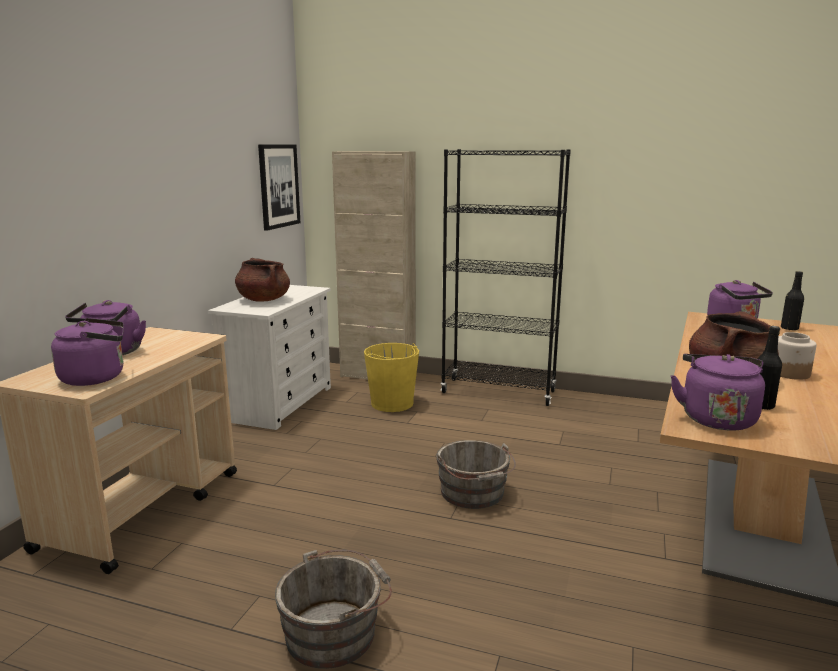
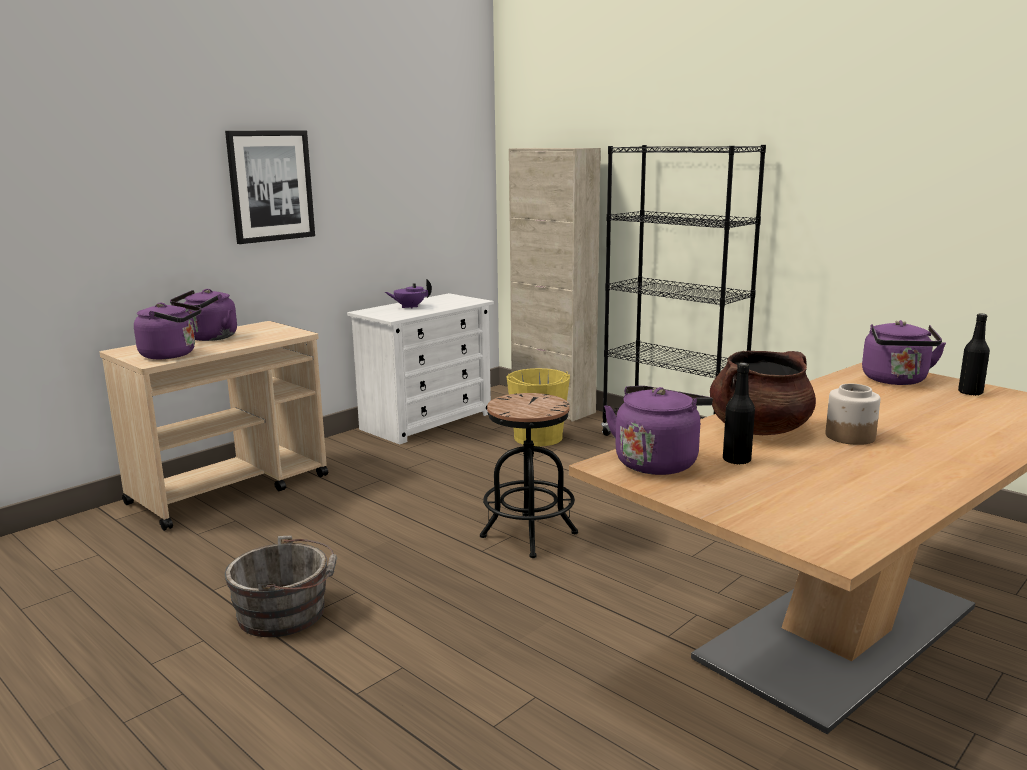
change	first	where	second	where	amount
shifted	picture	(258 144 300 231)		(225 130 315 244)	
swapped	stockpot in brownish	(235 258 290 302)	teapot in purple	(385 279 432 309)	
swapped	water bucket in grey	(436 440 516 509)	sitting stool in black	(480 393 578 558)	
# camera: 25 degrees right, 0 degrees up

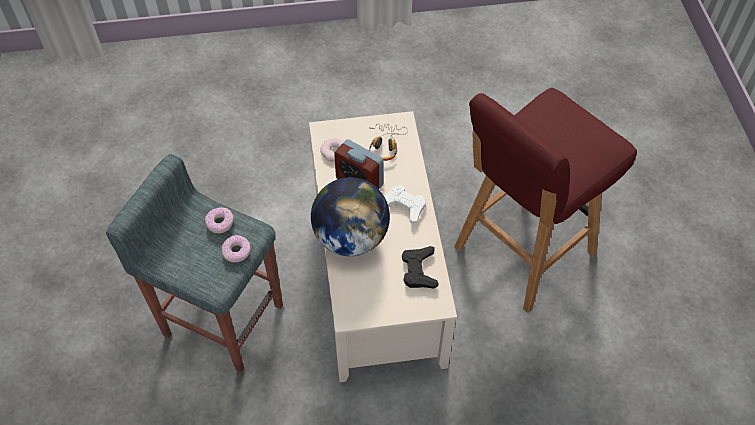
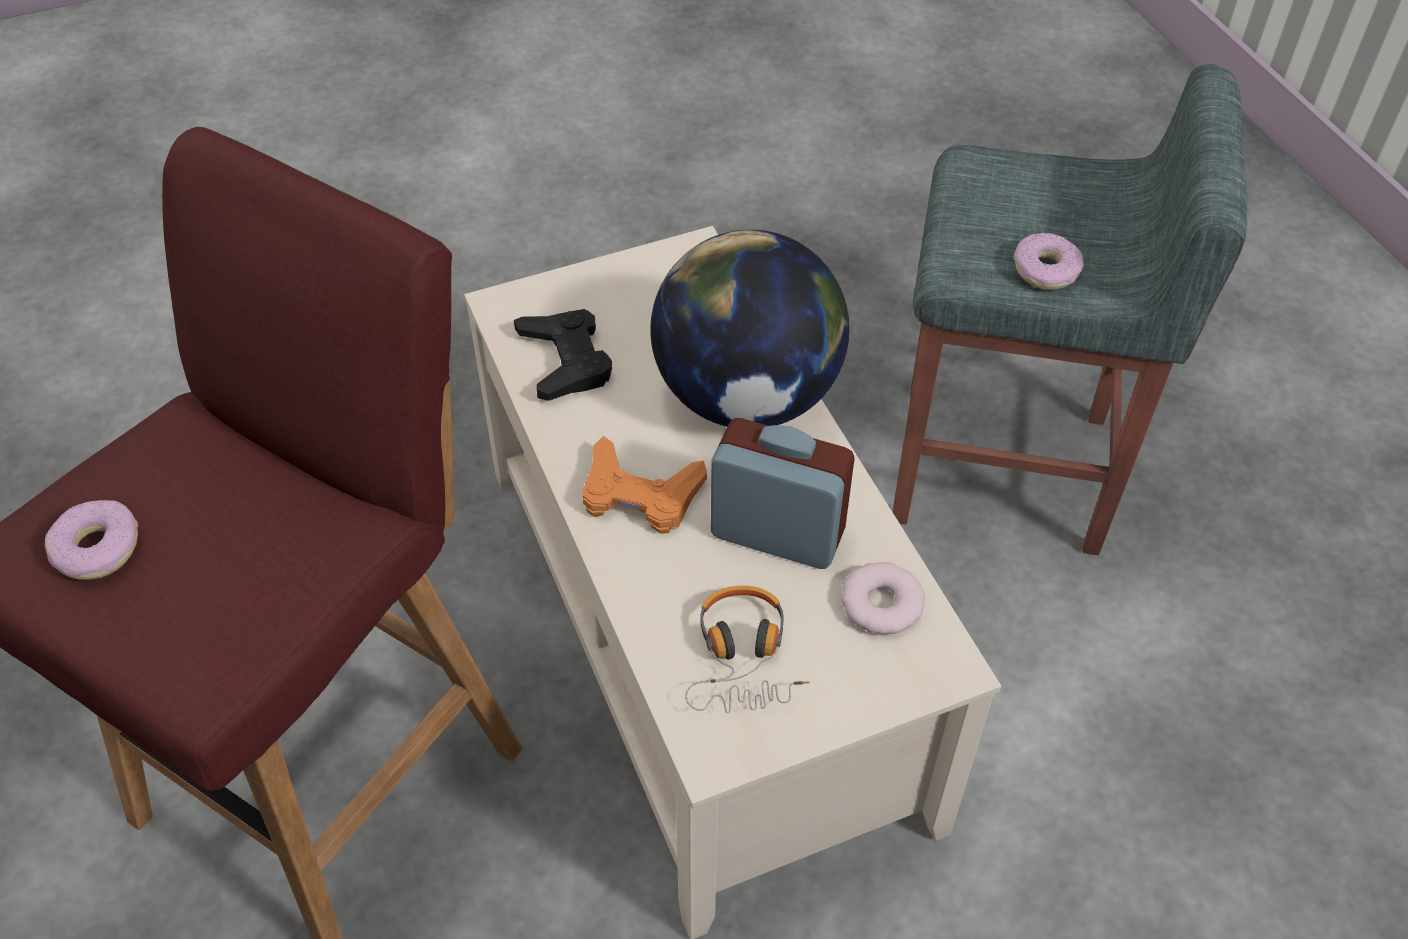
change	first	where	second	where	amount
shifted	donut	(222 235 251 263)		(45 500 138 580)	
repainted	joypad in white	(384 185 426 224)	joypad in orange	(582 436 707 534)	
# camera: 165 degrees right, 5 degrees down

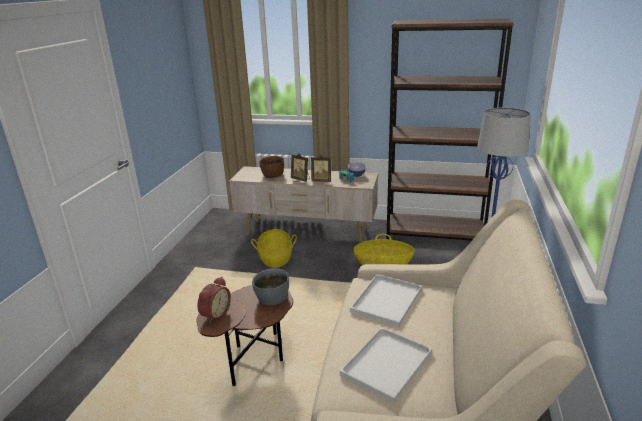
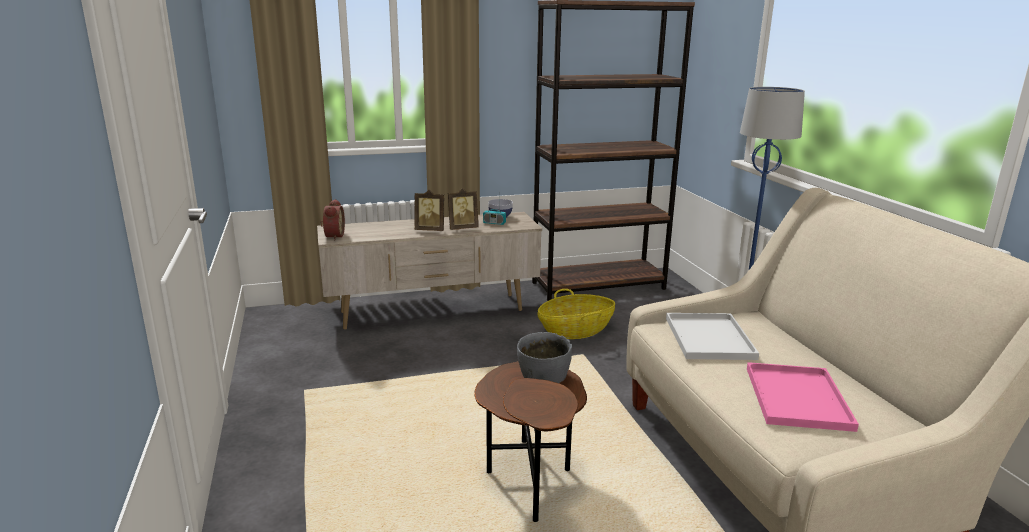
change	first	where	second	where	amount
gone	storage basket	(251 229 297 268)			
gone	bowl in brownish	(259 156 284 178)			
shifted	alarm clock	(197 277 231 323)		(320 199 345 240)	
repainted	tray in white	(339 327 432 403)	tray in pink-coloured	(747 362 859 432)	
# camera: 30 degrees left, 5 degrees down

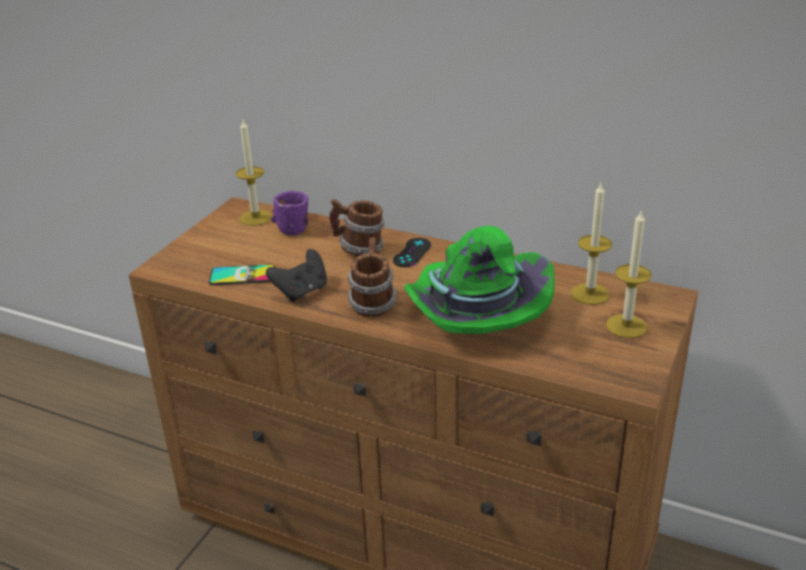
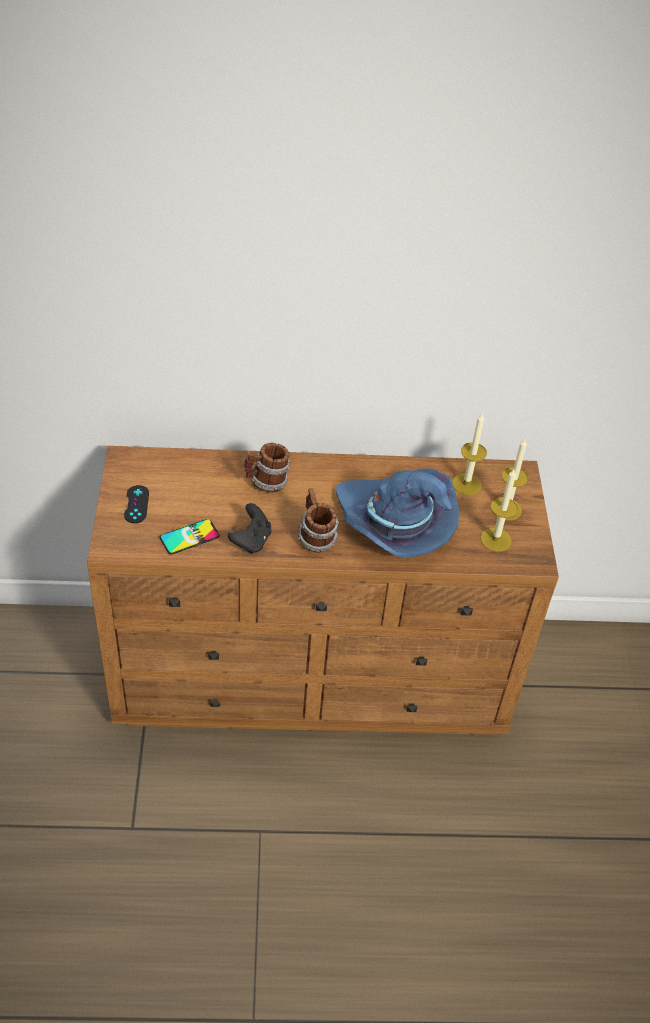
change	first	where	second	where	amount
gone	tea mug in purple	(271 191 309 235)			
shifted	wax light	(236 120 272 226)		(480 469 518 552)	
shifted	joypad in black	(393 238 431 267)		(124 485 149 523)	
repainted	wearable hat in greenish	(404 226 555 334)	wearable hat in bluish	(336 468 459 558)	
# camera: 30 degrees left, 15 degrees up

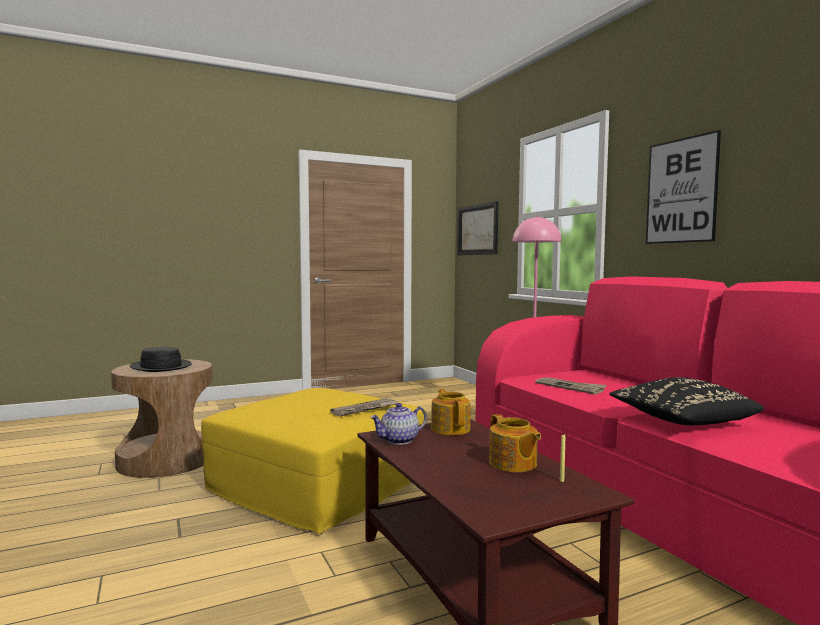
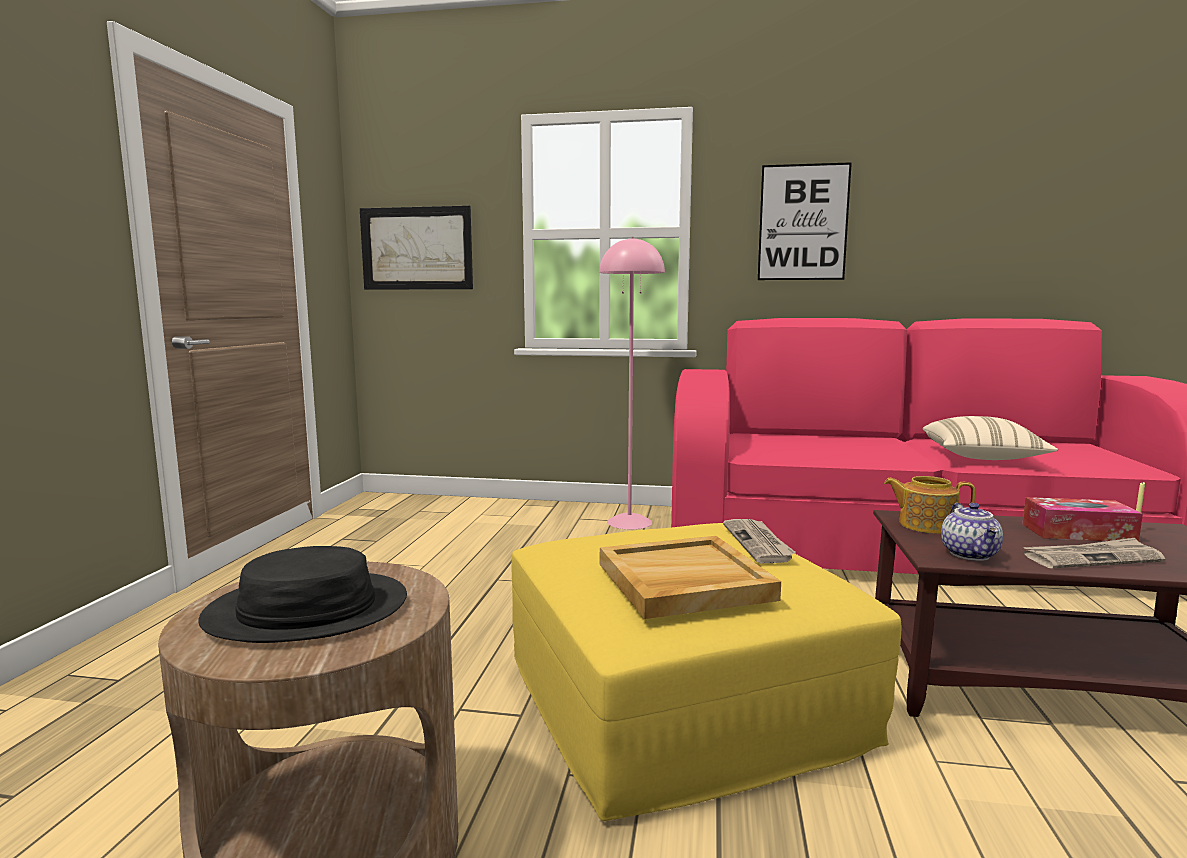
change	first	where	second	where	amount
new			tray in beige-coloured	(600 536 781 619)	
shifted	newspaper	(535 377 607 394)		(1023 538 1165 568)	
swapped	teapot	(489 414 541 472)	box of tissues	(1022 497 1143 542)	
repainted	cushion in black	(609 377 764 425)	cushion in beige-coloured	(923 416 1058 460)	
# camera: 55 degrees left, 5 degrees up

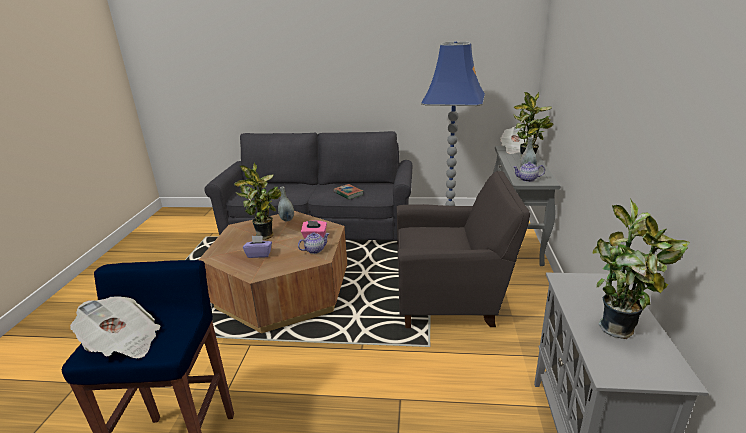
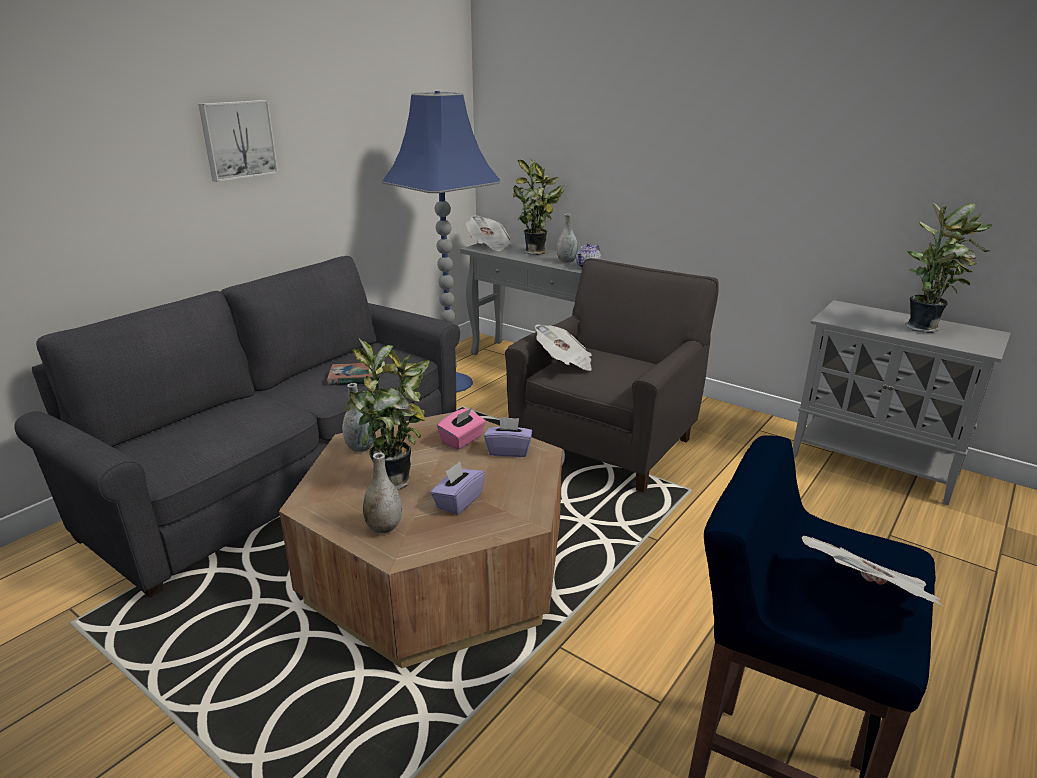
change	first	where	second	where	amount
new			picture	(198 100 278 182)	
new			flower vase in grey	(363 452 402 534)	
new			newspaper	(535 324 592 371)	
swapped	teapot	(298 232 330 254)	box of tissues in purple	(484 417 532 457)	
# camera: 60 degrees left, 0 degrees up

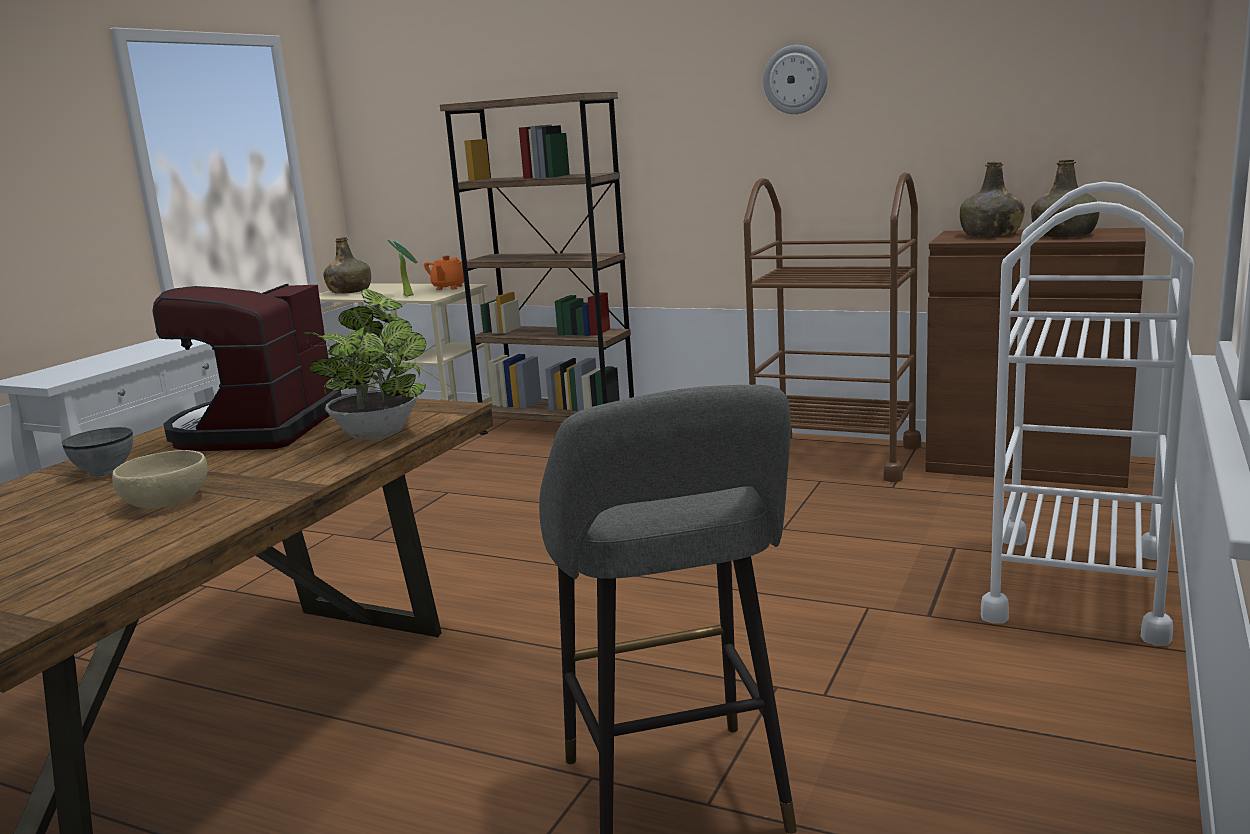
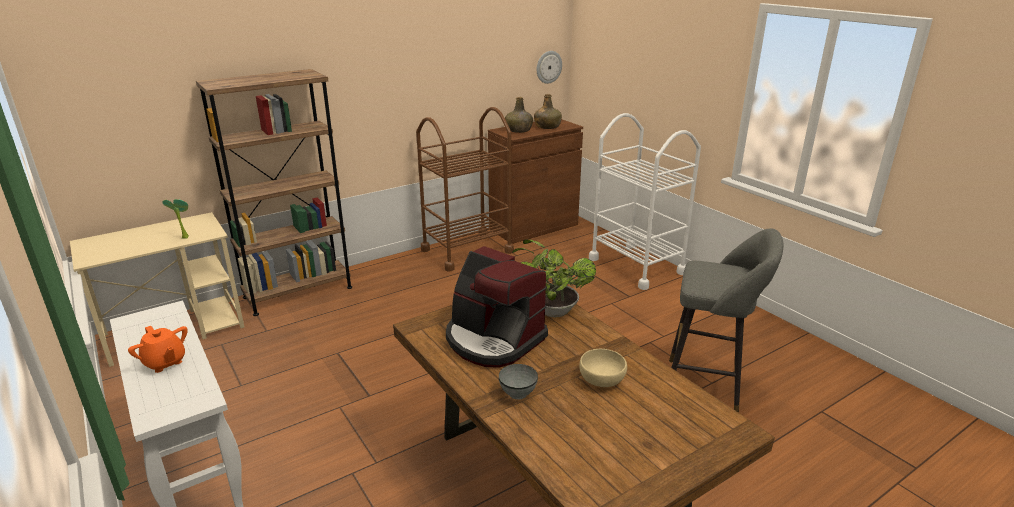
change	first	where	second	where	amount
gone	drink bottle in greenish	(323 237 371 294)			
shifted	teapot in orange	(424 255 464 290)		(128 326 188 373)	
shifted	clock on the wall	(763 45 828 114)		(537 51 562 84)	
# camera: 60 degrees left, 10 degrees up

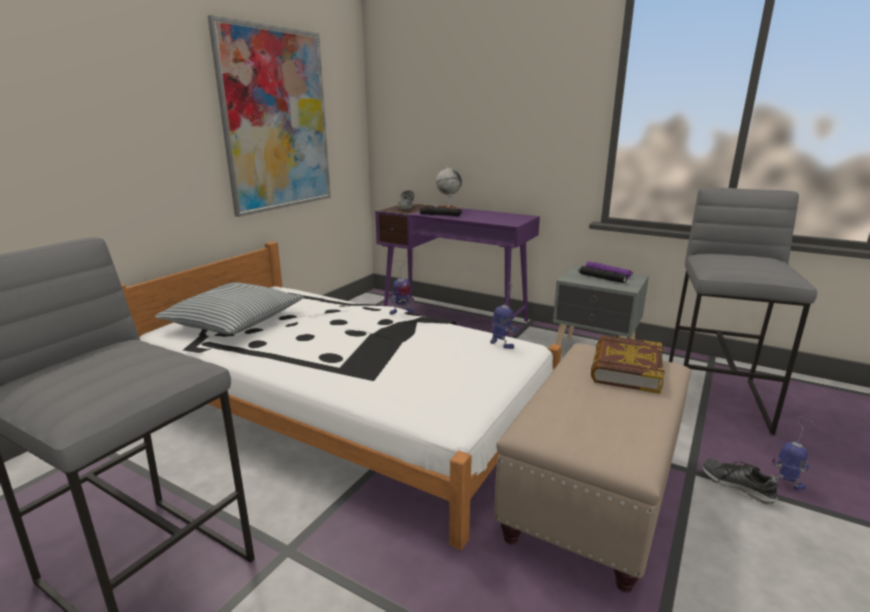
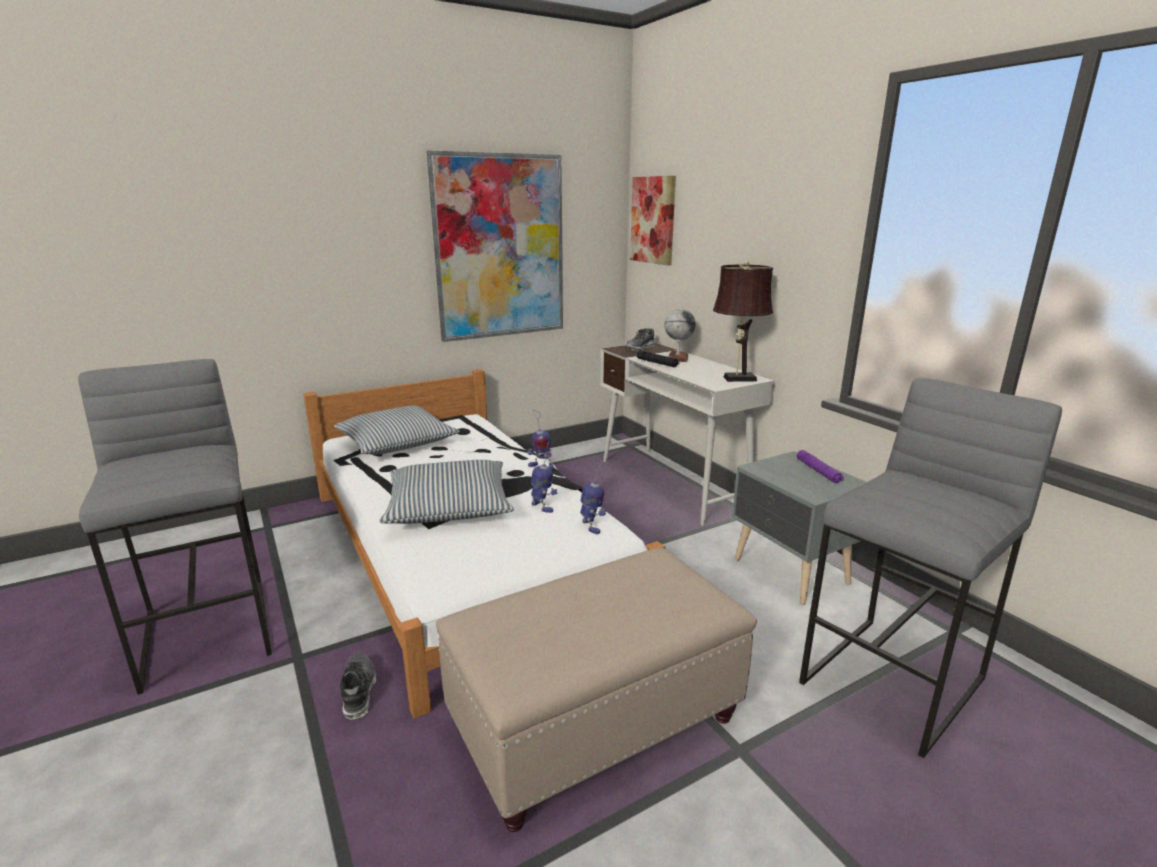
change	first	where	second	where	amount
gone	torch in black	(578 266 627 283)			
gone	book	(591 335 664 394)			
new			cushion	(379 460 514 524)	
new			picture	(630 176 676 266)	
new			tabletop lamp in brownish	(713 261 773 382)	
shifted	low shoe	(702 458 778 505)		(340 652 376 719)	
shifted	toy robot	(772 417 814 490)		(531 441 557 513)	
repainted	desk in purple	(375 203 540 337)	desk in white	(600 343 774 526)	
# camera: 30 degrees right, 0 degrees up

